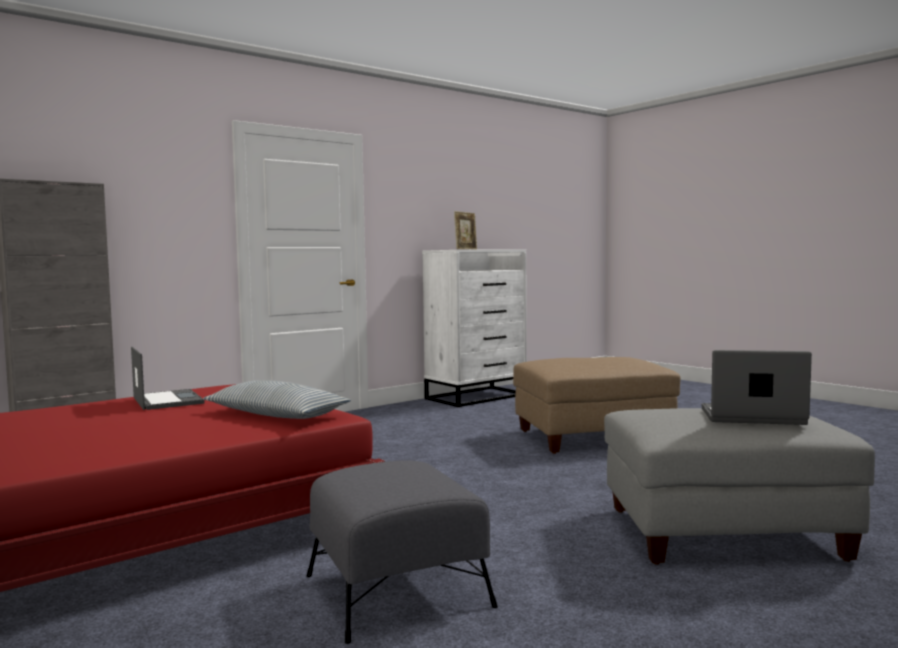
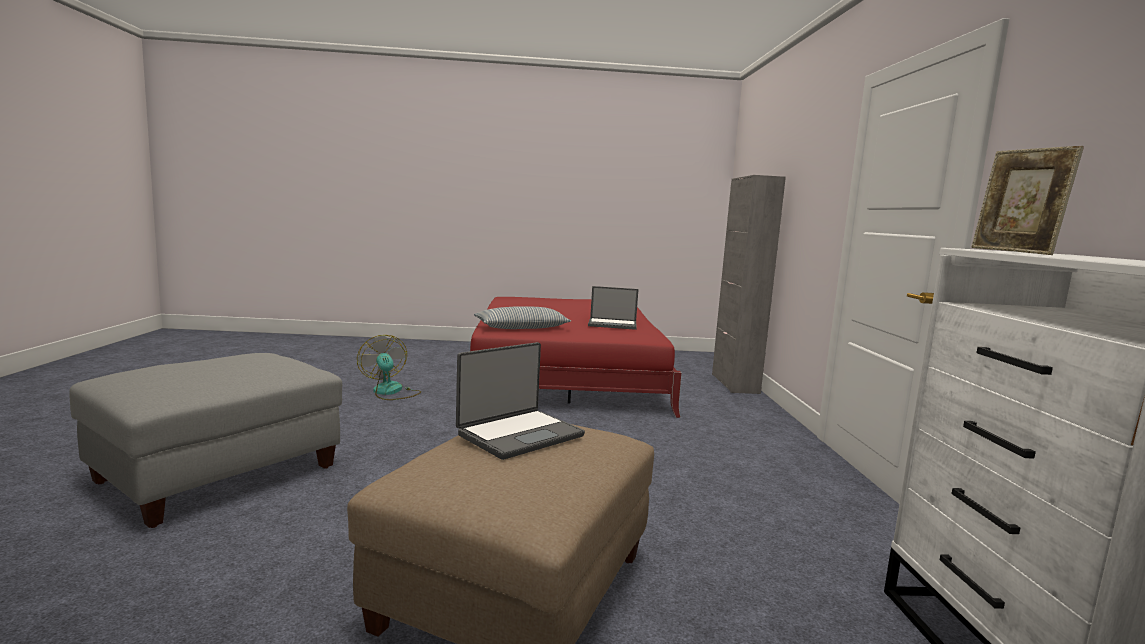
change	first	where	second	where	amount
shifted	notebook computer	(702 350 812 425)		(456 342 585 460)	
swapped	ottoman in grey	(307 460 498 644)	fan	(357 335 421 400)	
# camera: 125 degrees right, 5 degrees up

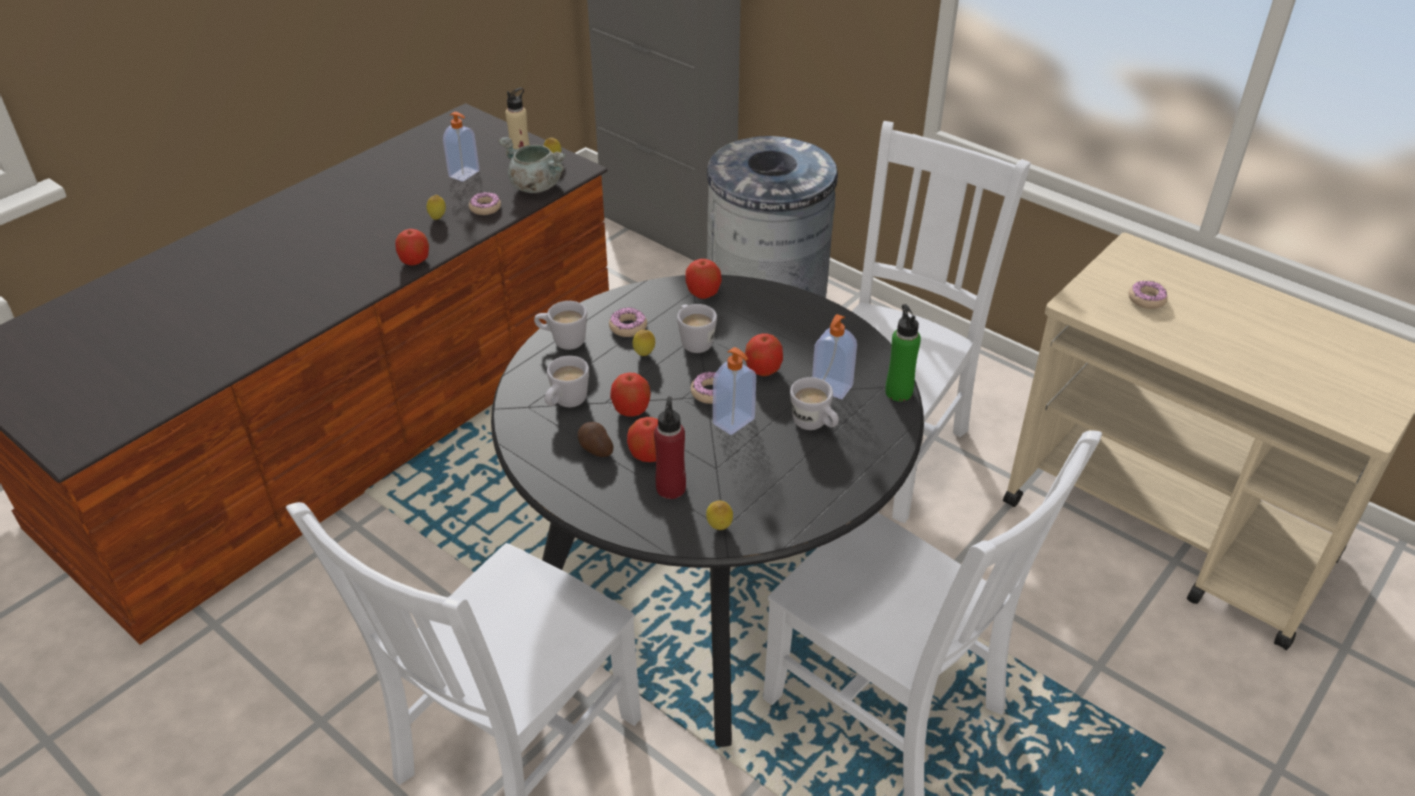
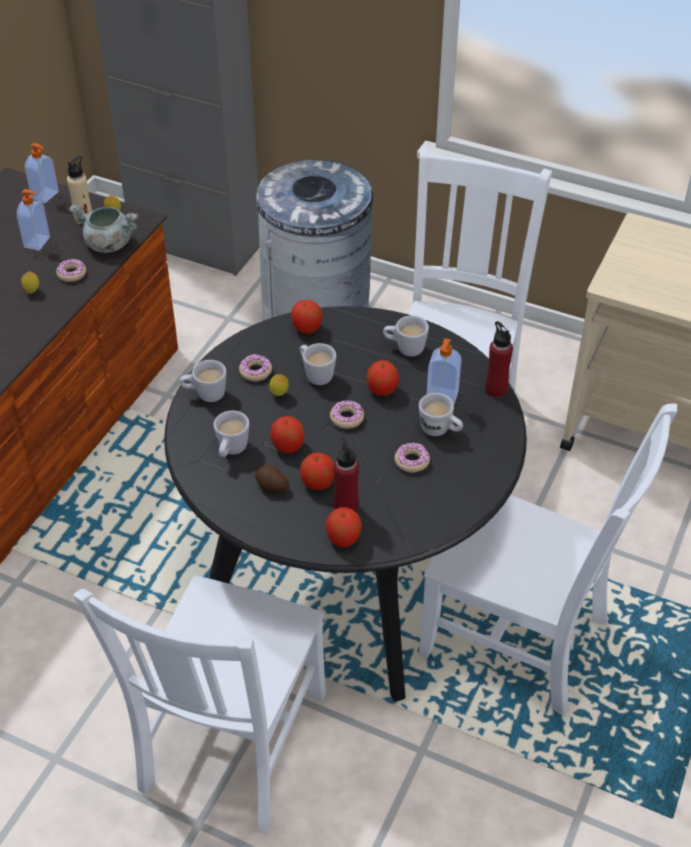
change	first	where	second	where	amount
gone	whole lemon	(706 501 733 530)			
new			tea mug in white	(383 316 429 357)	
shifted	whole apple	(395 229 429 265)		(325 507 362 547)	
shifted	liquid soap bottle	(713 347 756 435)		(25 143 59 203)	
shifted	donut	(1129 281 1168 309)		(394 443 430 473)	
repainted	drink bottle in greenish	(885 304 921 401)	drink bottle in reddish	(485 321 513 397)	
# camera: 15 degrees left, 5 degrees up

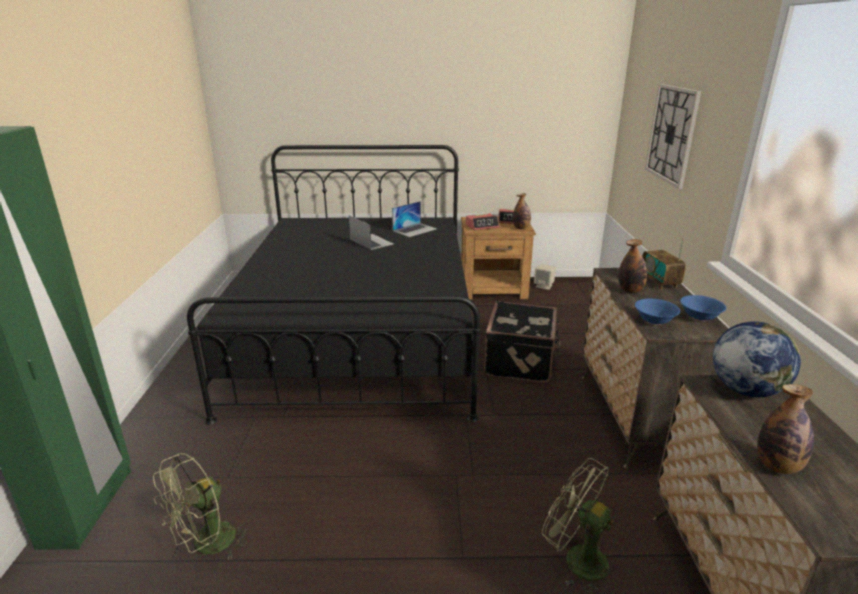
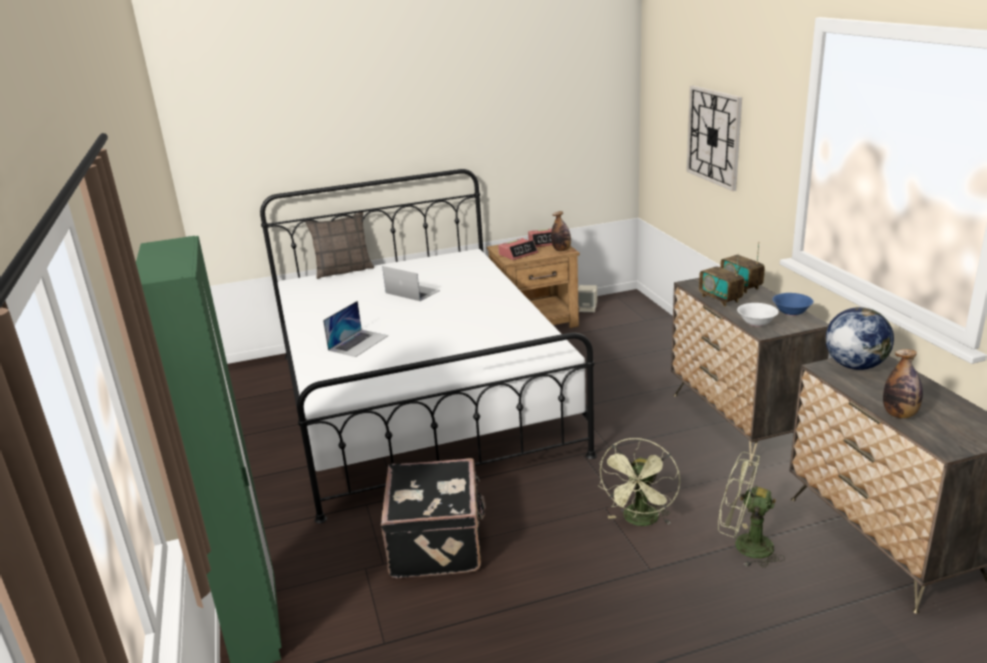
change	first	where	second	where	amount
new			cushion	(305 212 374 279)	
shifted	fan in greenish	(153 453 249 560)		(598 438 680 526)	
shifted	notebook computer	(392 201 437 237)		(323 301 388 357)	
shifted	piece of luggage in black	(484 301 560 383)		(381 458 486 578)	
swapped	drink bottle	(618 239 647 293)	radio receiver	(699 253 745 307)	
repainted	sleeping bed in black	(187 145 481 425)	sleeping bed in white	(260 169 597 523)	
repainted	bowl in bluish	(635 299 680 325)	bowl in white	(737 303 779 327)	
# camera: 15 degrees left, 0 degrees up

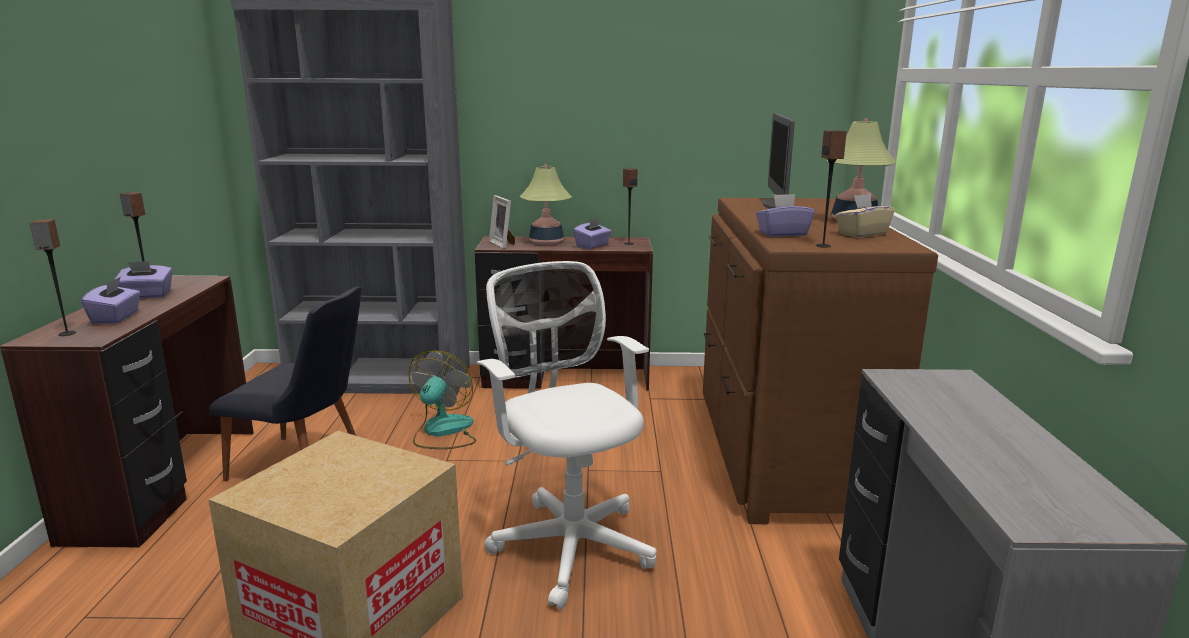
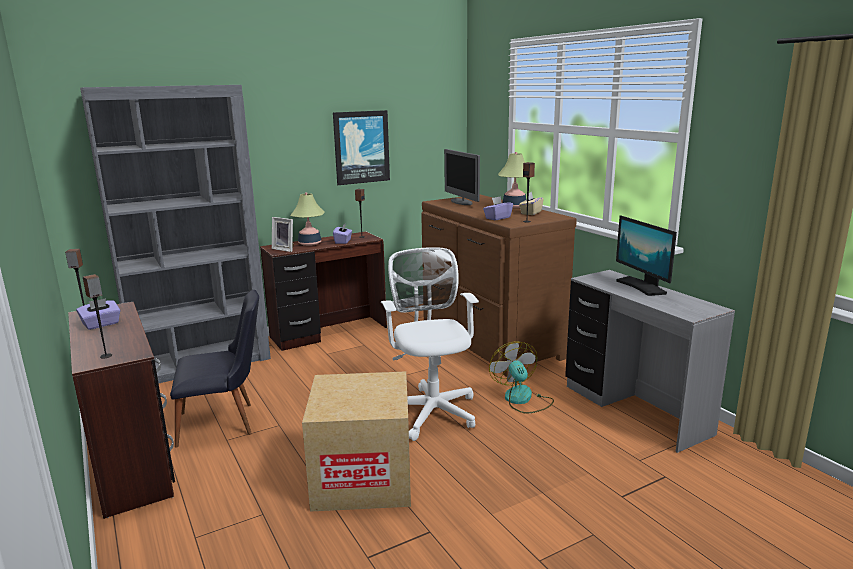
change	first	where	second	where	amount
gone	box of tissues in purple	(81 277 140 324)			
new			picture	(333 110 390 185)	
new			monitor	(616 215 677 296)	
shifted	fan	(409 351 476 449)		(489 341 554 414)	
rotated	office chair in white	(477 261 657 609)		(381 247 479 441)	45 degrees clockwise
# camera: 30 degrees left, 0 degrees up

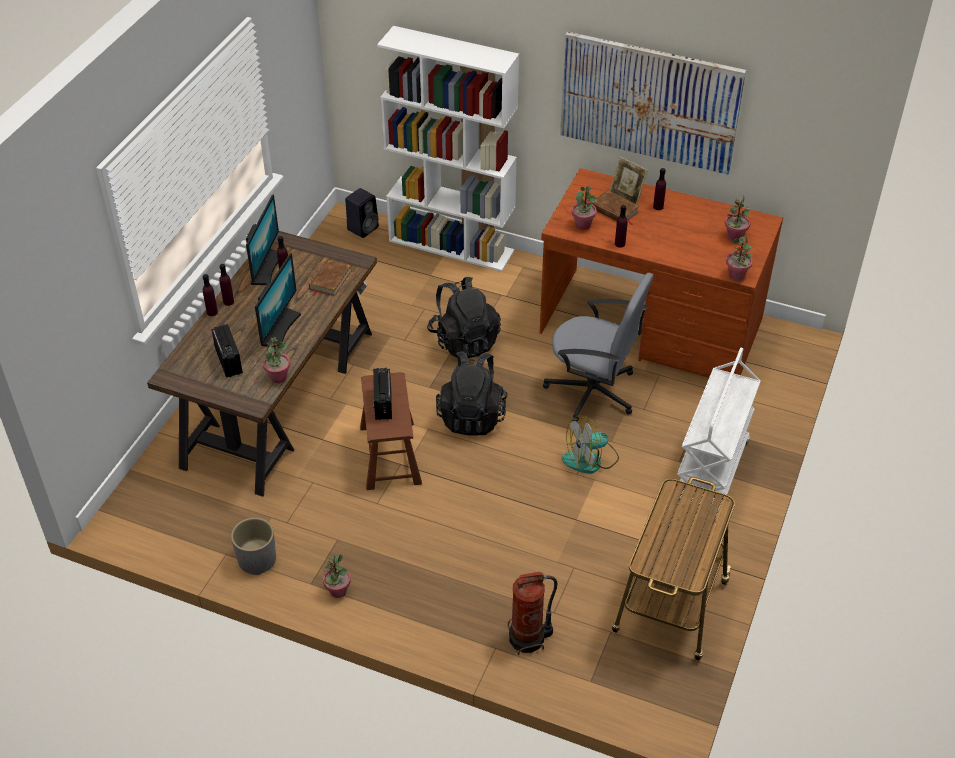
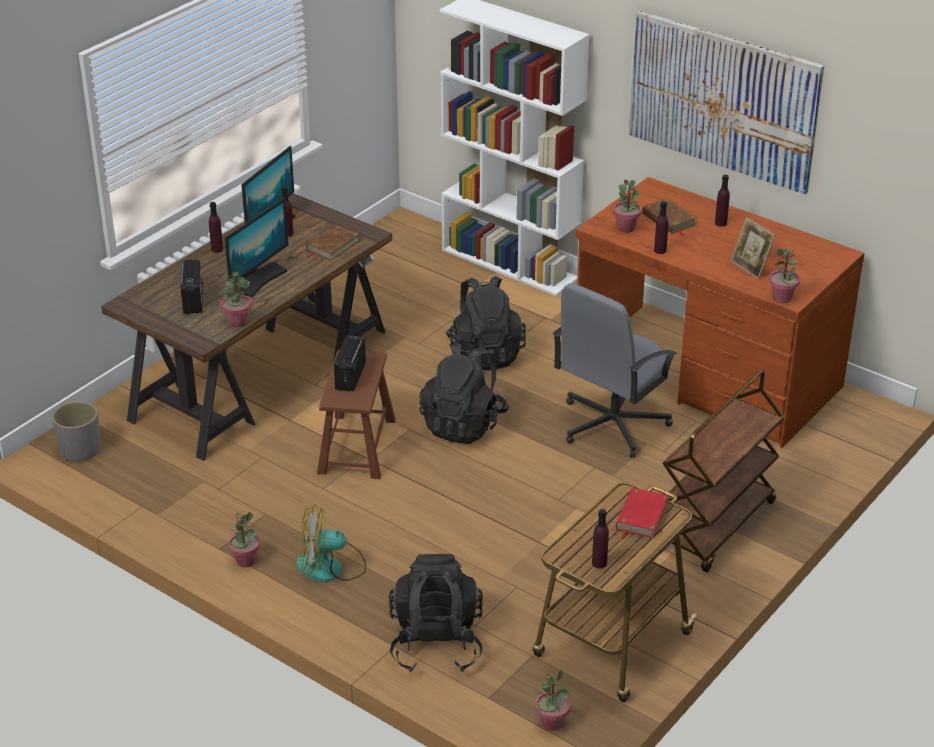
change	first	where	second	where	amount
gone	loudspeaker in black	(345 188 379 238)			
new			book in reddish	(616 487 668 539)	
shifted	drink bottle in purple	(203 274 218 316)		(592 509 609 568)	
shifted	flower pot in grey	(231 517 276 575)		(52 401 101 463)	
shifted	fan	(562 415 619 474)		(296 504 367 583)	
shifted	picture frame	(610 156 648 205)		(731 217 776 279)	
shifted	potted plant	(725 196 750 242)		(535 669 570 731)	
swapped	fire-fighting cylinder	(508 572 557 655)	backpack in black	(389 554 483 672)	
repainted	cart in white	(677 348 761 518)	cart in brownish	(663 370 784 572)	
rotated	office chair in grey	(543 273 653 422)		(553 283 677 458)	90 degrees clockwise
# camera: 15 degrees right, 10 degrees down

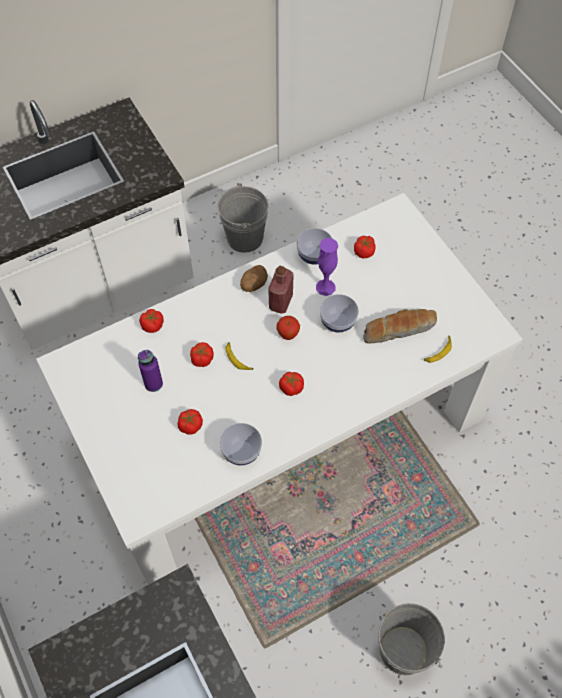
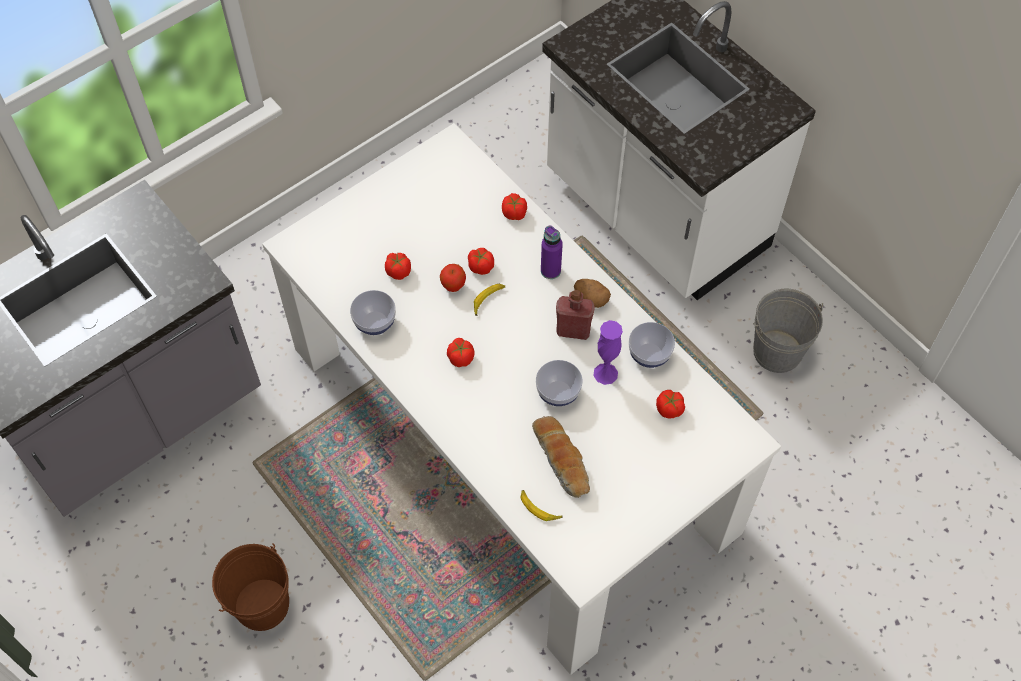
change	first	where	second	where	amount
shifted	drink bottle in purple	(138 350 163 392)		(541 225 563 279)	
shifted	whole apple	(276 316 300 340)		(440 264 466 292)	
repainted	water bucket in grey	(378 603 445 675)	water bucket in brownish	(212 543 289 631)	
# camera: 80 degrees right, 0 degrees up

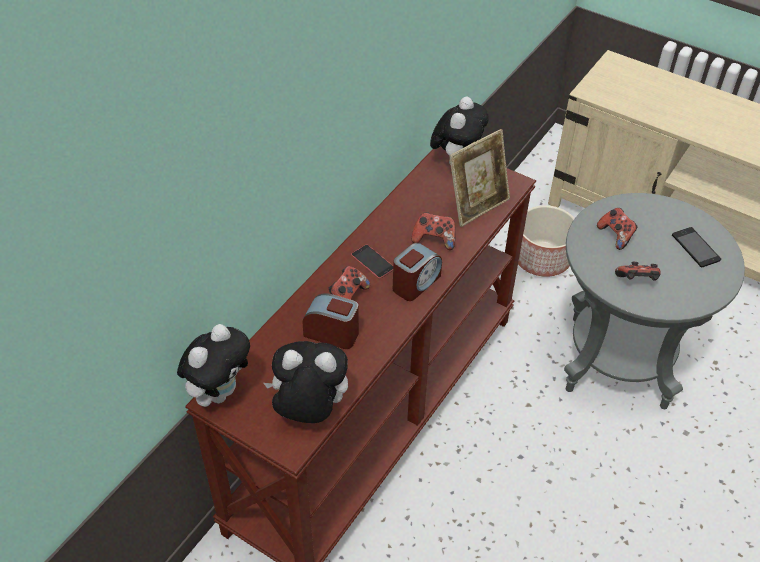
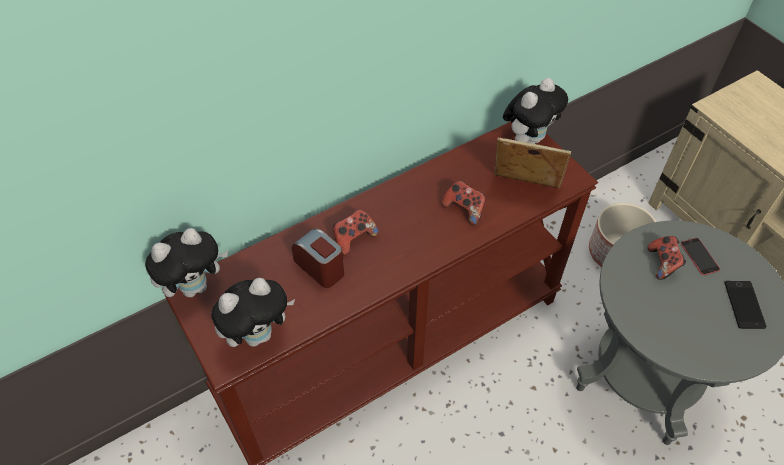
change	first	where	second	where	amount
gone	alarm clock	(393 243 442 301)			
gone	joypad	(615 262 661 281)			
shifted	handset	(351 245 393 279)		(681 238 720 275)	
rotated	cuddly toy	(264 341 348 423)		(211 278 295 347)	120 degrees clockwise
rotated	picture frame	(449 129 510 227)		(494 138 571 188)	150 degrees counterclockwise
# camera: 25 degrees right, 5 degrees up

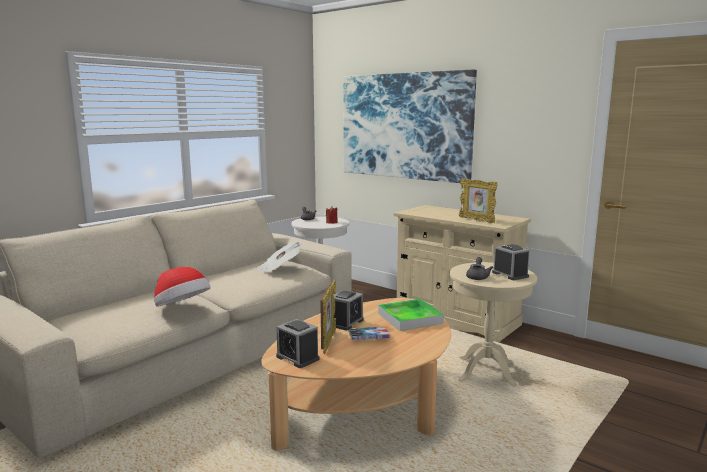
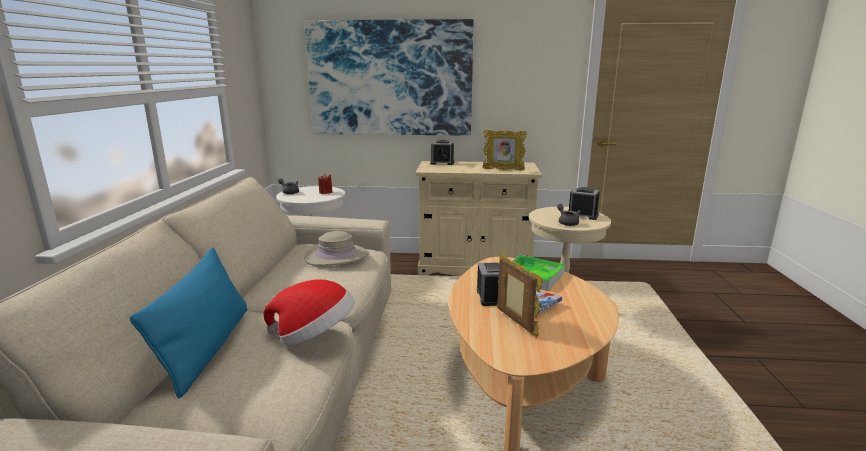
change	first	where	second	where	amount
new			cushion in bluish	(130 247 247 398)	
shifted	alarm clock	(276 319 320 368)		(430 140 455 165)	
swapped	newspaper	(256 242 302 273)	wearable hat in beige-coloured	(304 231 369 266)	
# camera: 35 degrees left, 5 degrees up

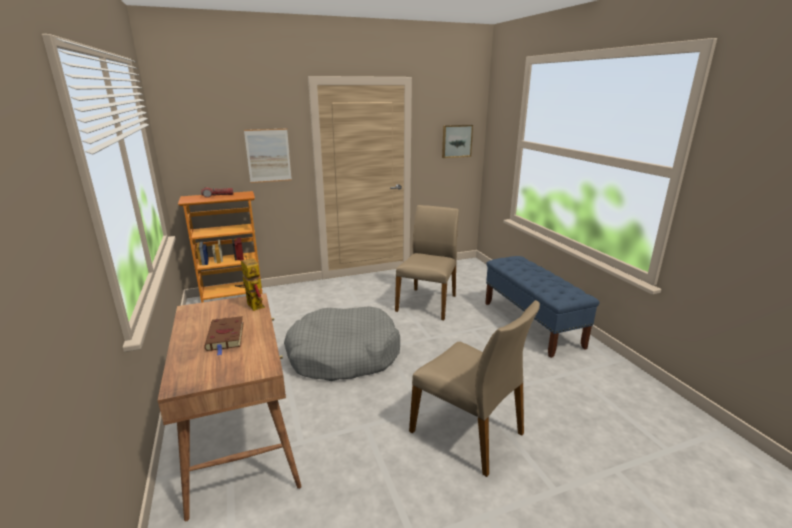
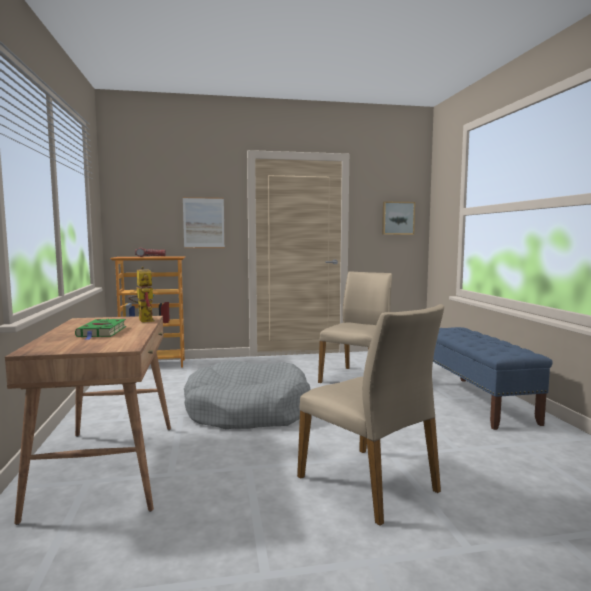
change	first	where	second	where	amount
repainted	book in brownish	(204 316 244 355)	book in greenish	(75 319 126 340)	
# camera: 10 degrees right, 15 degrees down

